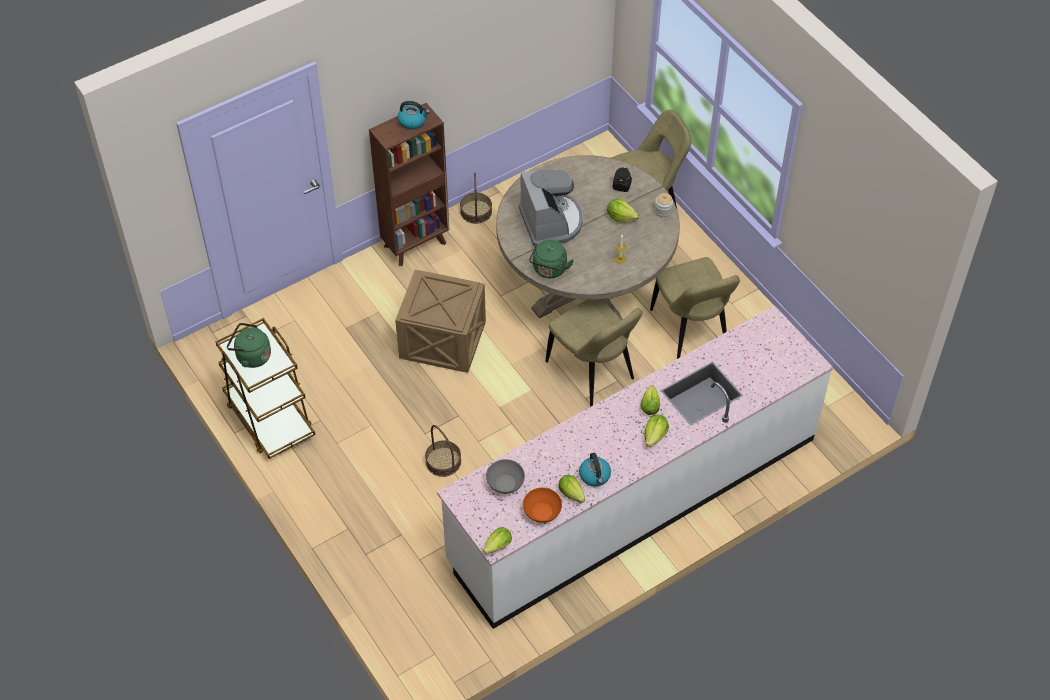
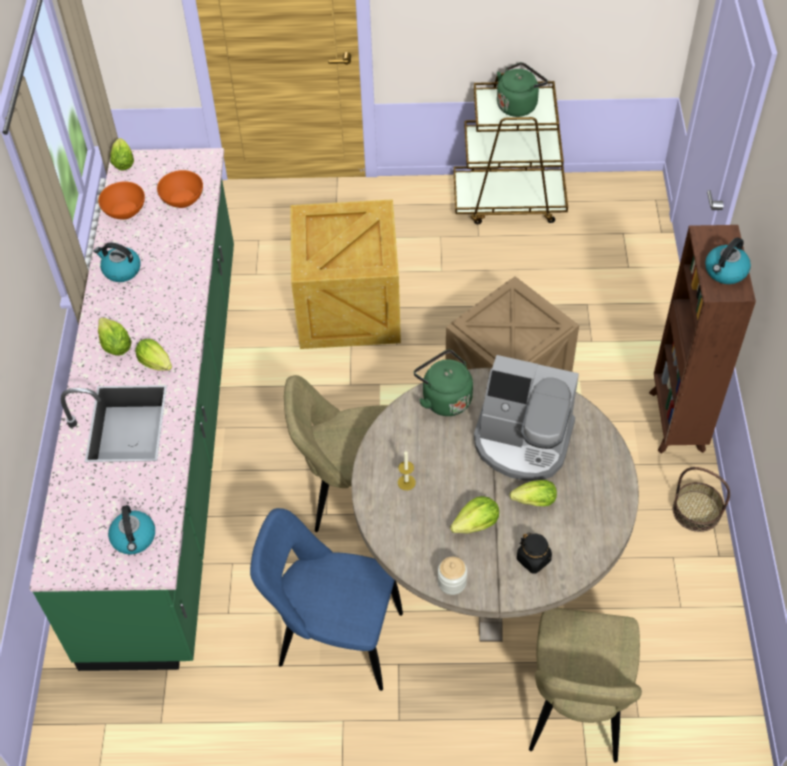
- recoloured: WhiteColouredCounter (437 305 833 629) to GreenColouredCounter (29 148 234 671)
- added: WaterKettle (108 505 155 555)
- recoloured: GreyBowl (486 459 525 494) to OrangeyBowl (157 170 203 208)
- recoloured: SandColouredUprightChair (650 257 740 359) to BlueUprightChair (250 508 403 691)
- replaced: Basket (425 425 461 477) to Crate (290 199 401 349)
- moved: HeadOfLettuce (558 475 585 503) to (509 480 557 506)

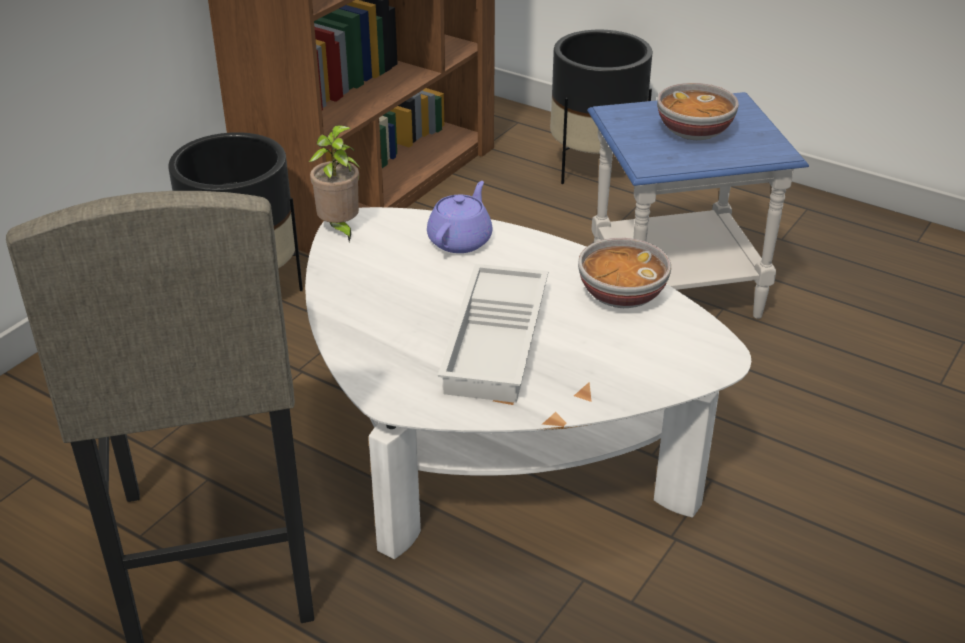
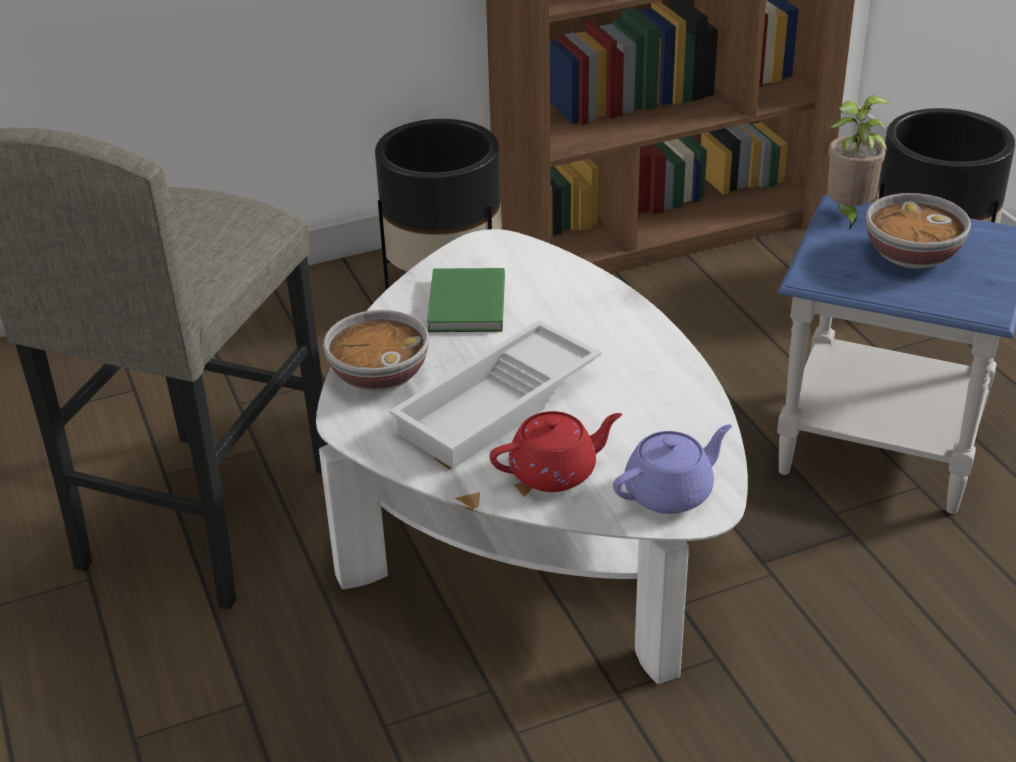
- moved: Bowl (578 238 671 308) to (323 310 429 391)
- added: GreenColouredVolume (427 268 505 332)
- added: RedColouredPotForTea (489 411 622 492)
- moved: PurplePotForTea (427 181 492 253) to (613 424 732 514)
- moved: Houseplant (309 125 361 242) to (827 96 890 230)

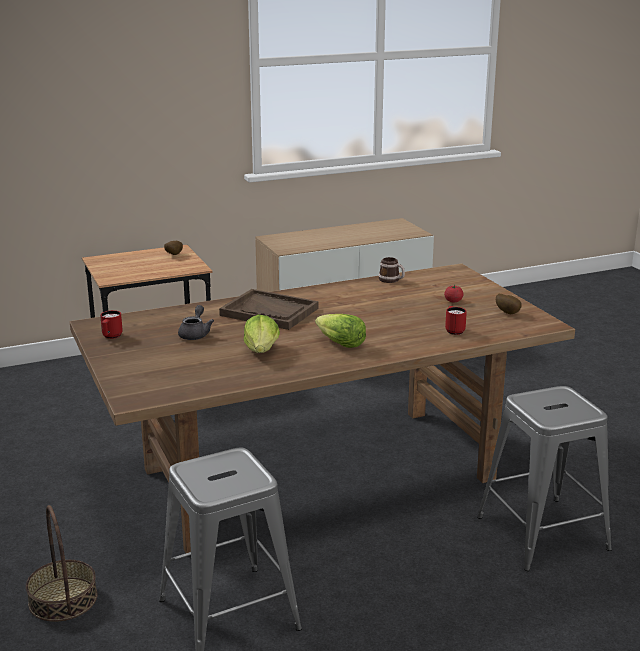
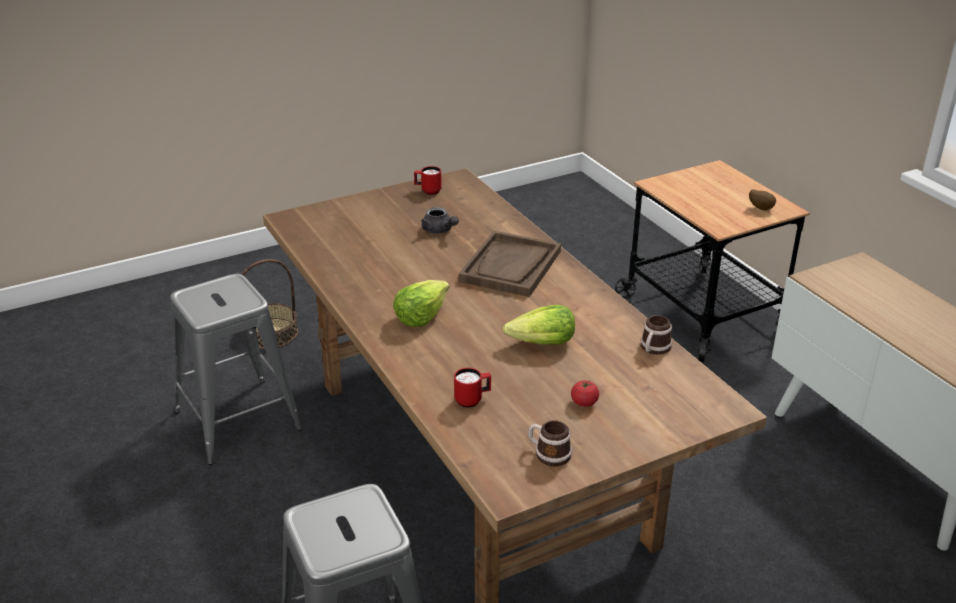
- turned: GreyPotForTea (178 305 214 340) = (421 207 459 234) 45 degrees clockwise
- moved: HeadOfLettuce (244 314 280 353) to (503 305 575 344)
- replaced: WholePotato (496 294 522 314) to CoffeeMug (528 420 572 467)

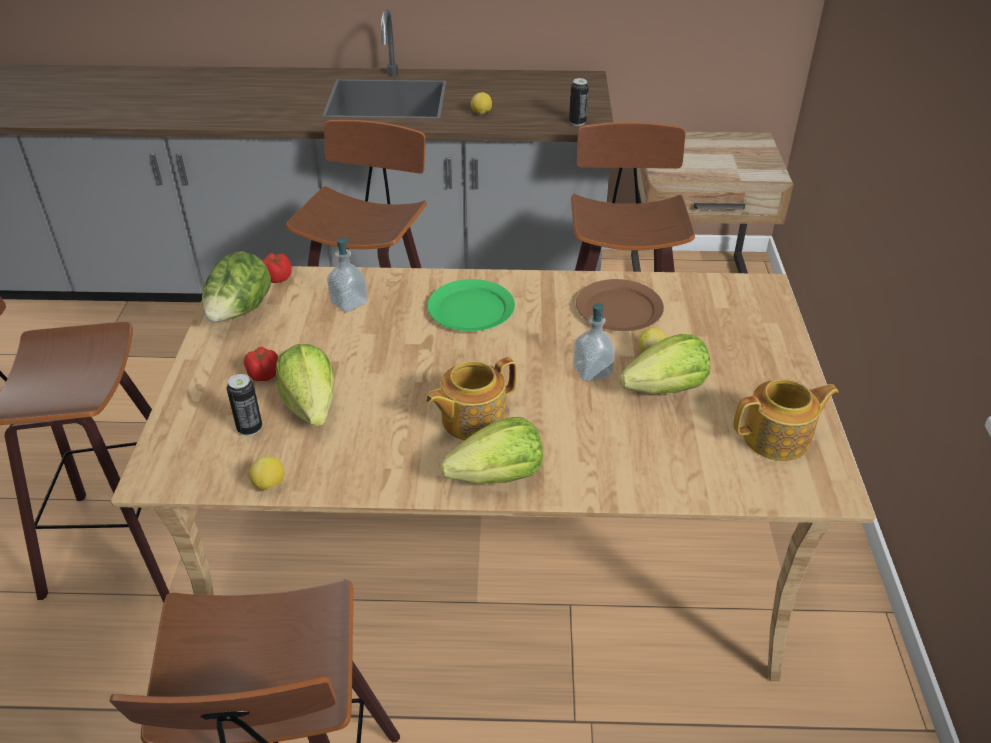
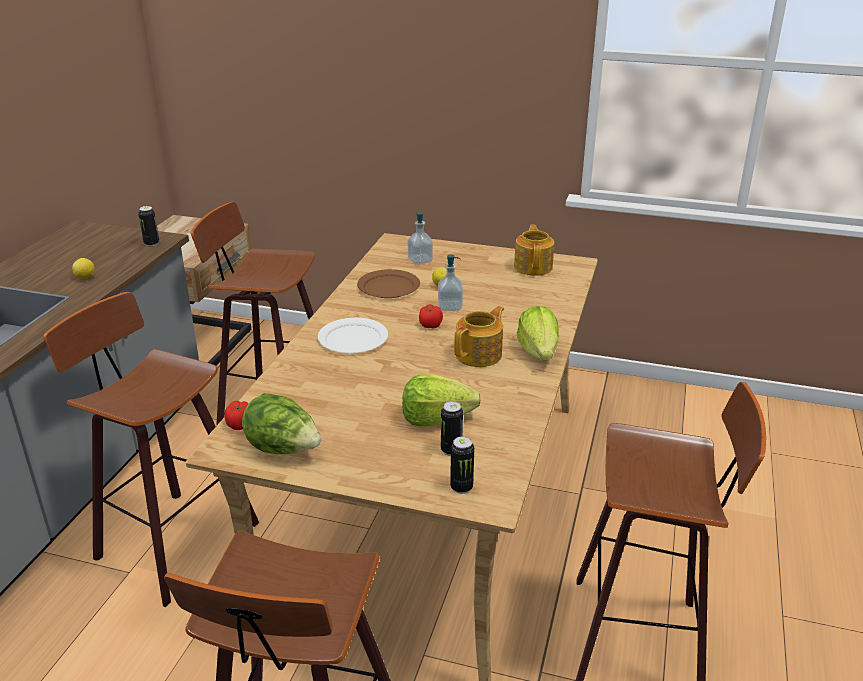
- recoloured: GreenColouredDinnerPlate (427 279 515 331) to WhiteColouredDinnerPlate (318 318 388 353)
- moved: SoapBottle (327 238 368 312) to (407 212 433 265)
- moved: FreshTomato (244 346 278 382) to (419 304 443 328)
- added: Can (450 436 474 494)
- turned: PotForTea (425 357 517 441) = (454 306 504 367) 120 degrees counterclockwise
- removed: WholeLemon (249 456 284 491)
- removed: HeadOfLettuce (620 334 710 394)

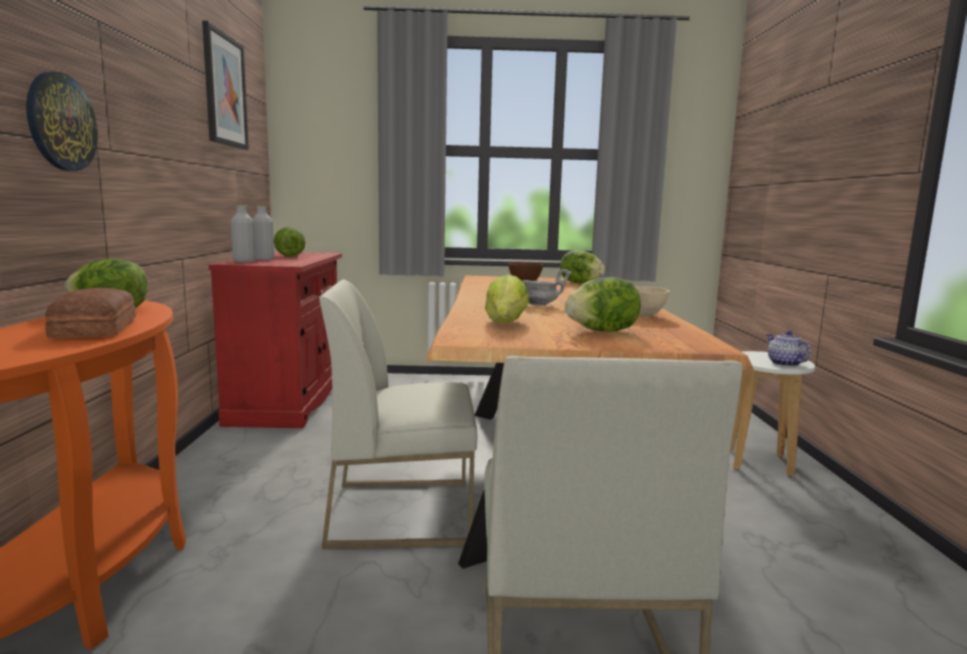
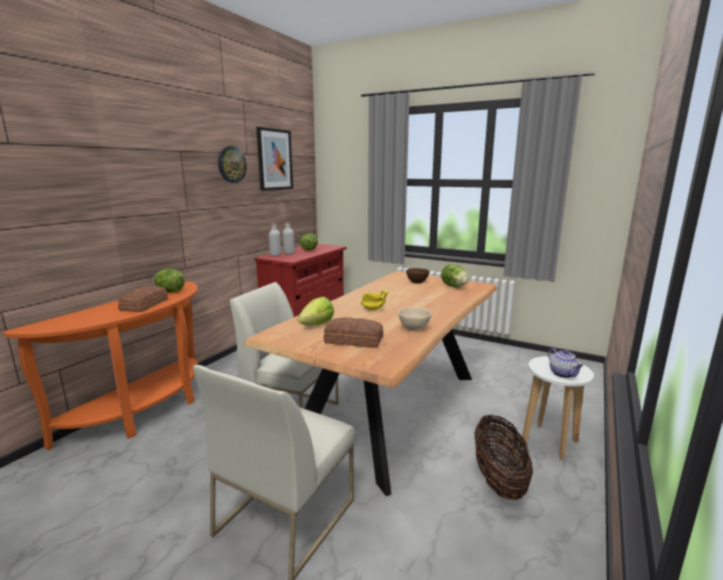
- moved: WallClock (26 72 98 171) to (218 146 247 183)
- replaced: HeadOfLettuce (565 277 641 332) to BakeryBread (324 317 383 348)
- recoloured: GreyBowl (523 269 572 306) to YellowColouredBowl (361 290 389 311)
- added: Basket (474 414 533 500)
- turned: PotForTea (766 331 812 367) = (548 348 584 378) 150 degrees clockwise

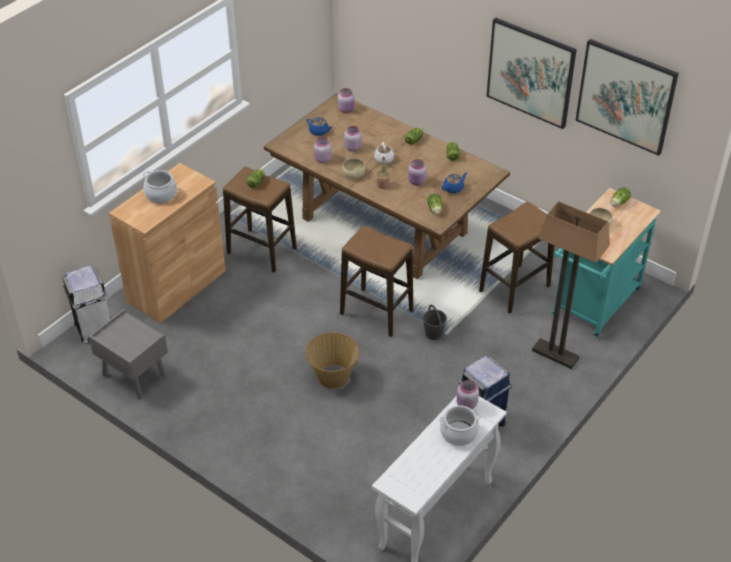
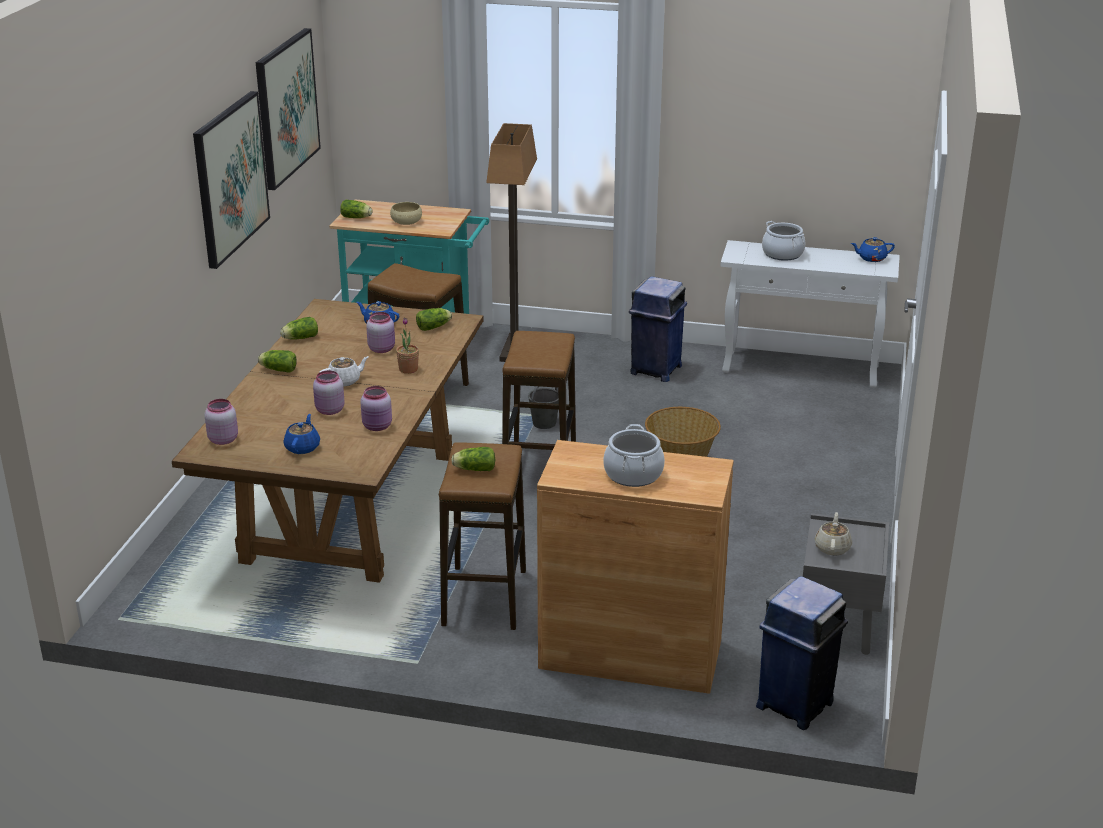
- recoloured: WhiteColouredWasteBin (63 265 110 344) to BlueWasteBin (756 576 848 730)
- added: SandColouredPotForTea (815 512 852 555)
- added: BluePotForTea (851 237 895 262)
- removed: SandColouredBowl (342 158 366 179)
- removed: PinkishPreserveJar (457 380 479 409)

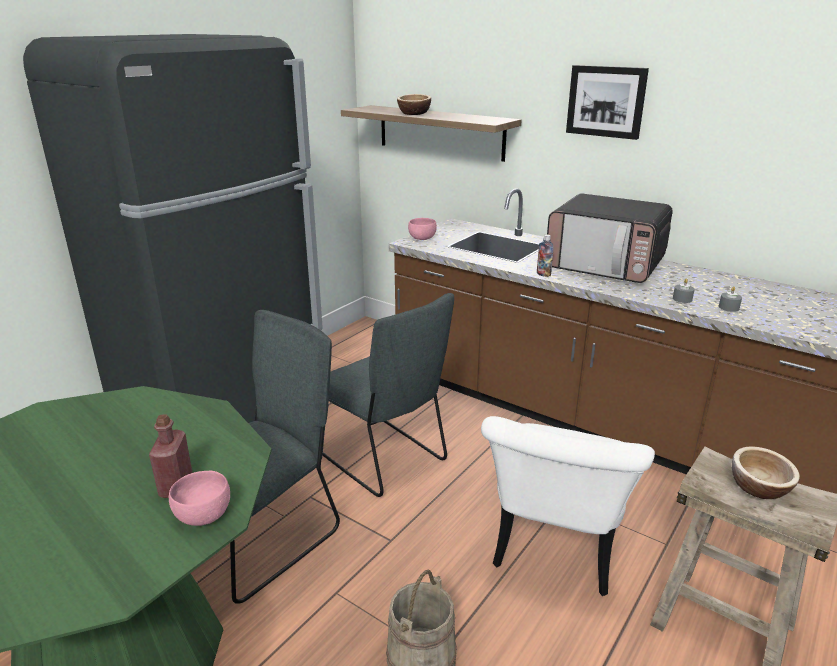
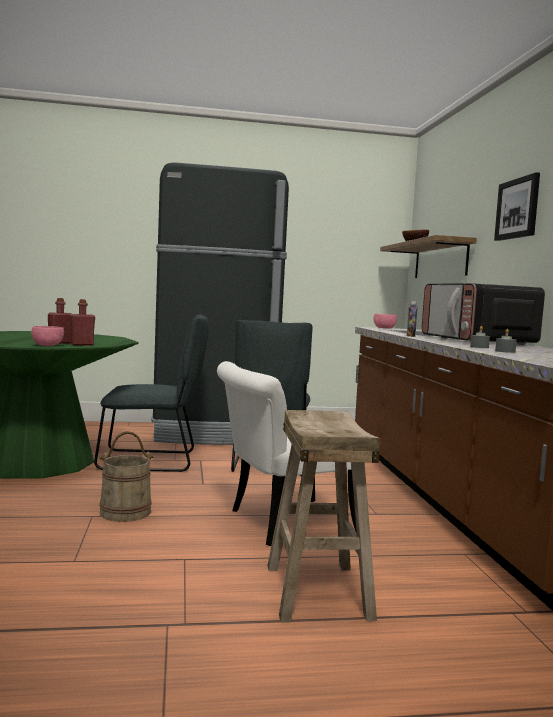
- added: RedColouredBeverageBottle (70 299 95 346)
- removed: Bowl (732 447 800 499)

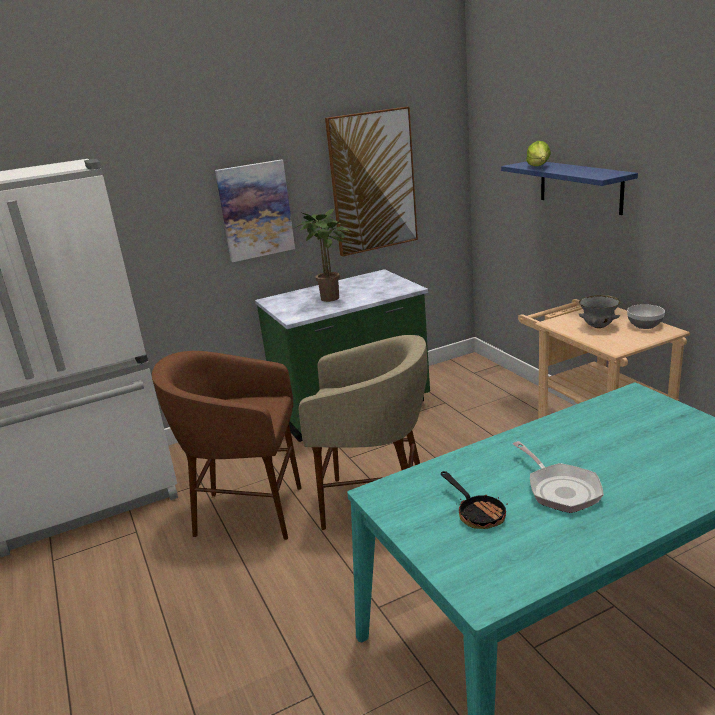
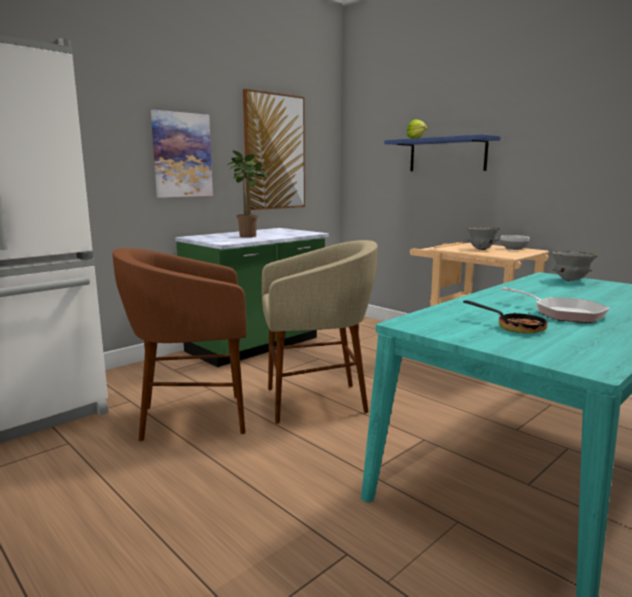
- added: GreyBowl (551 251 598 281)

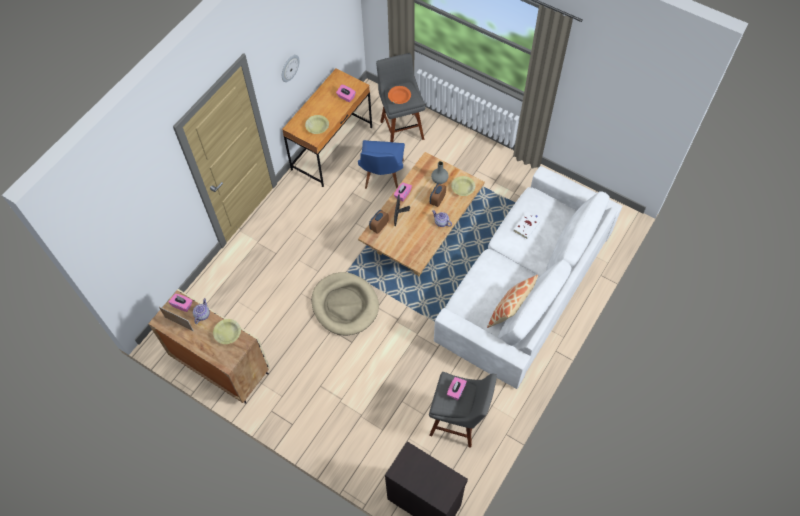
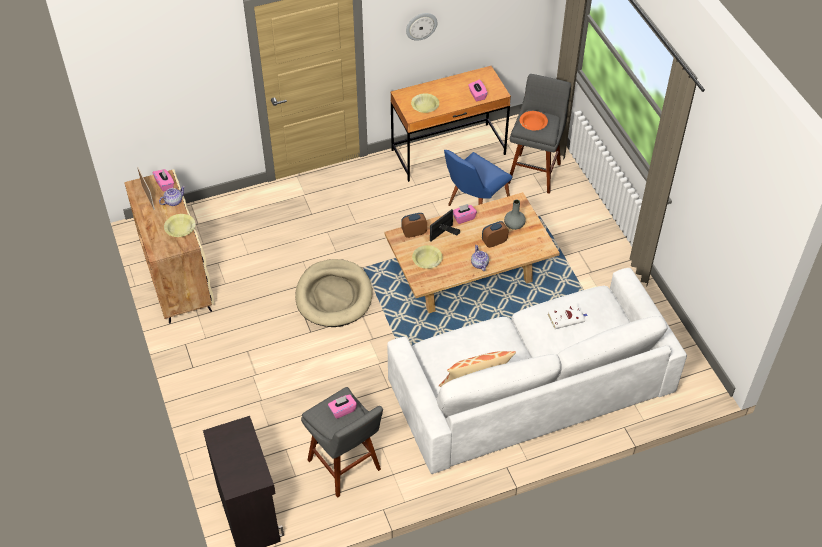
- moved: YellowColouredBowl (451 176 475 196) to (412 245 442 269)

